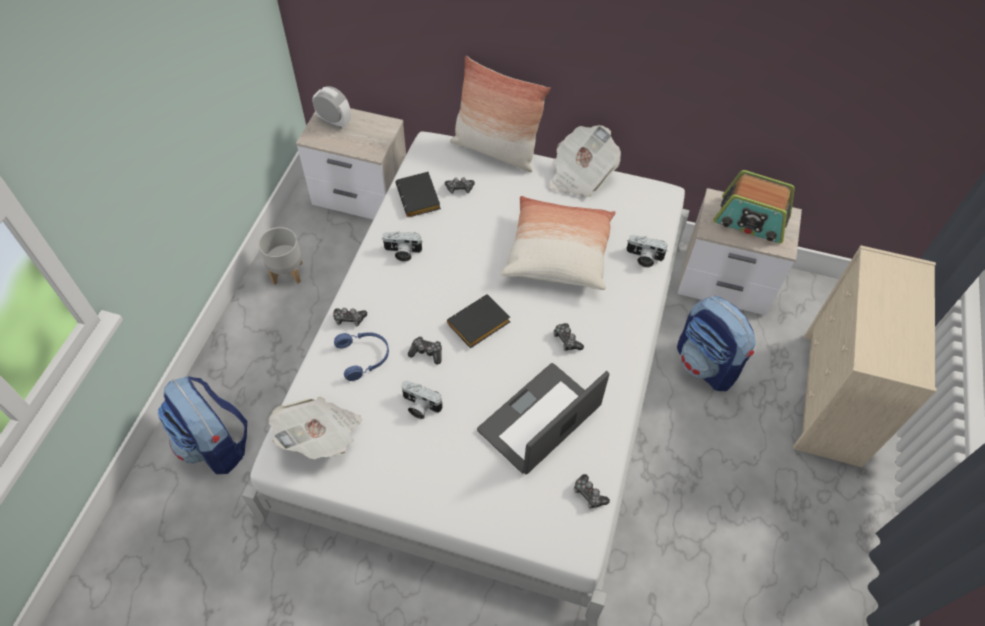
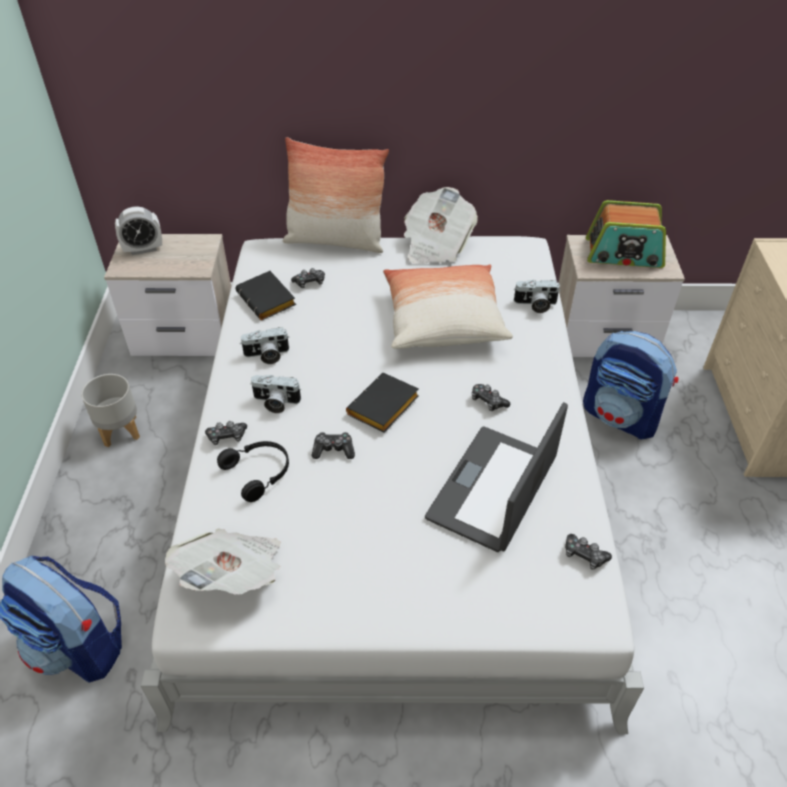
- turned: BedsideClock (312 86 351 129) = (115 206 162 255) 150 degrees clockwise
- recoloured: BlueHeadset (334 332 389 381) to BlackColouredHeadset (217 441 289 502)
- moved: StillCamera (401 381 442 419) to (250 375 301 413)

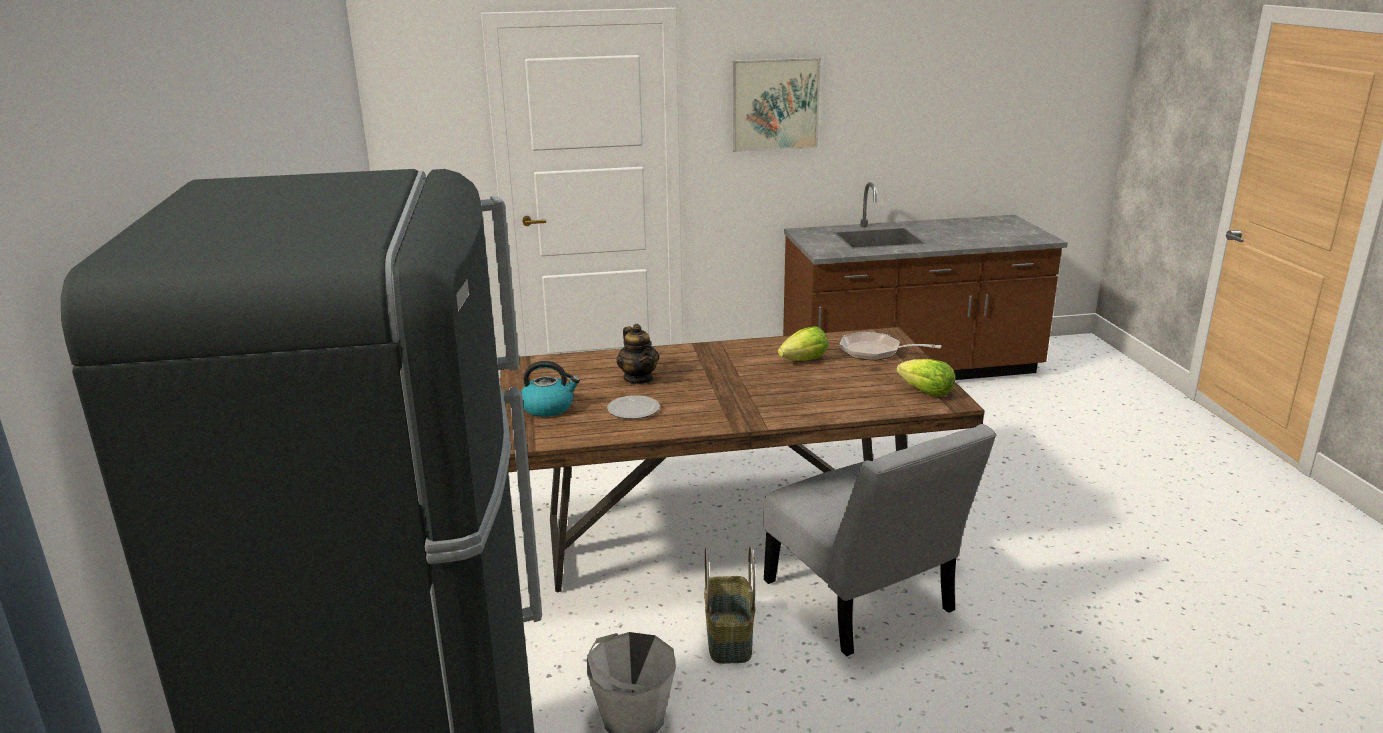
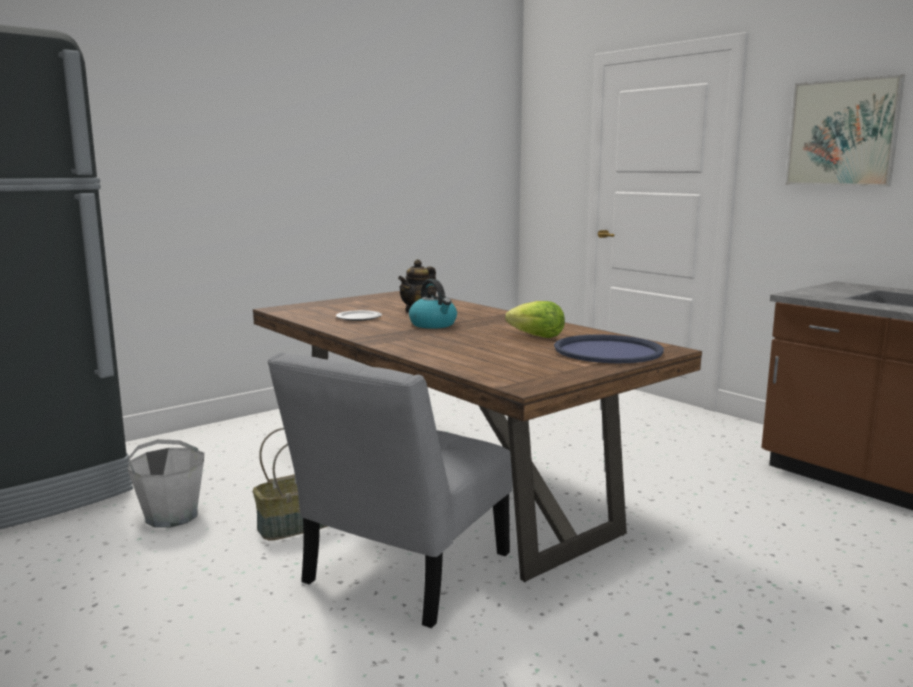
- moved: WaterKettle (521 361 580 417) to (409 279 457 329)
- replaced: Skillet (840 332 941 361) to BlueCarryingTray (554 334 664 363)
- removed: HeadOfLettuce (896 359 955 397)

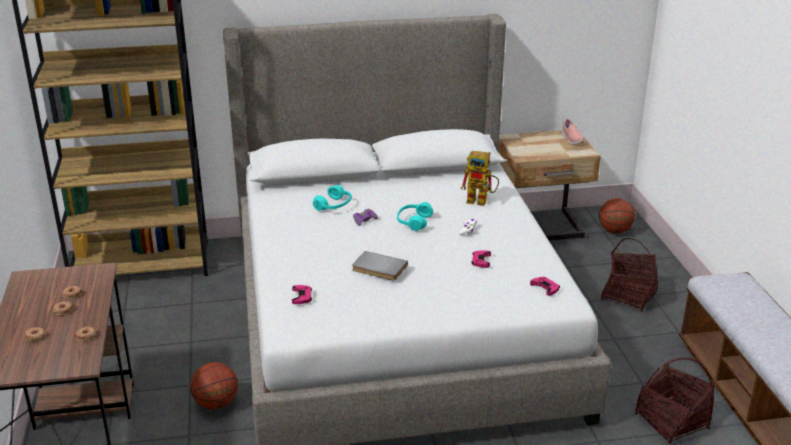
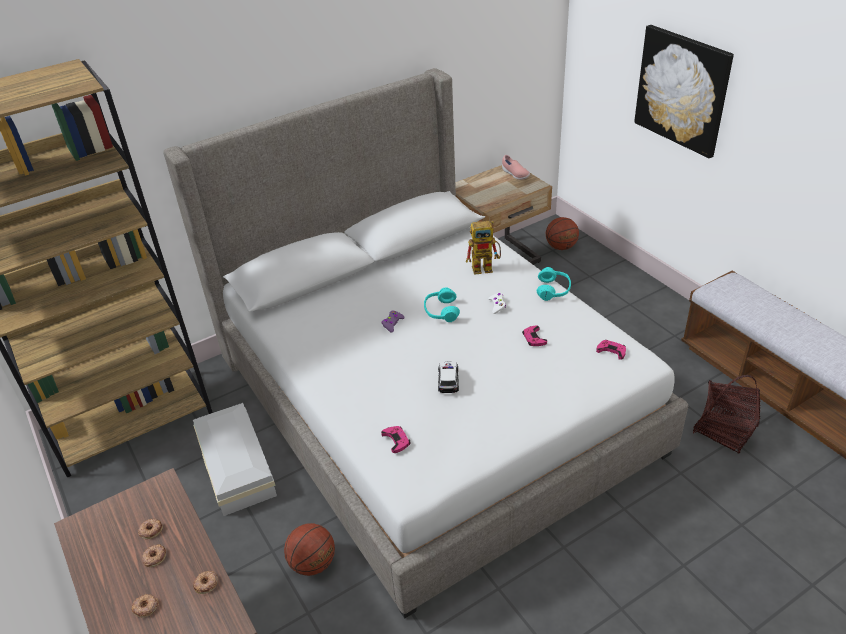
- added: WhiteColouredStorageContainer (193 403 277 516)
- replaced: GreyVolume (352 251 408 281) to ModelCar (438 361 459 393)
- moved: BlueGreenHeadset (313 185 352 211) to (537 267 571 301)
- added: WallPicture (634 25 734 158)
- removed: Basket (601 238 658 312)

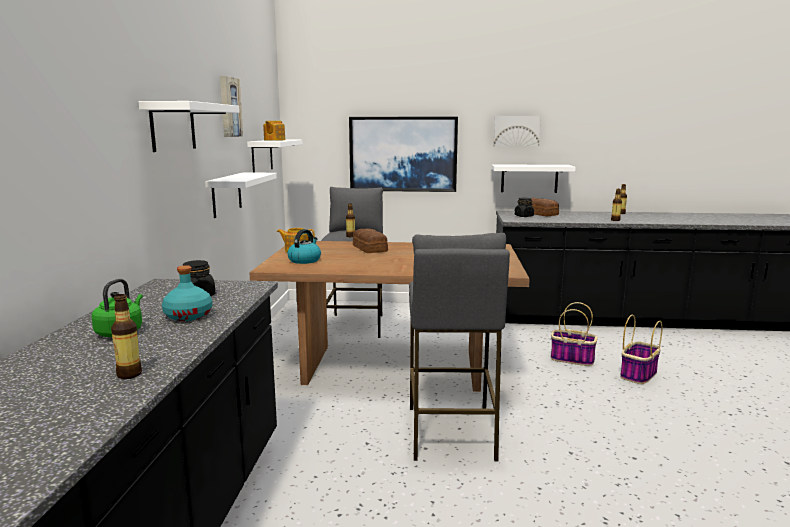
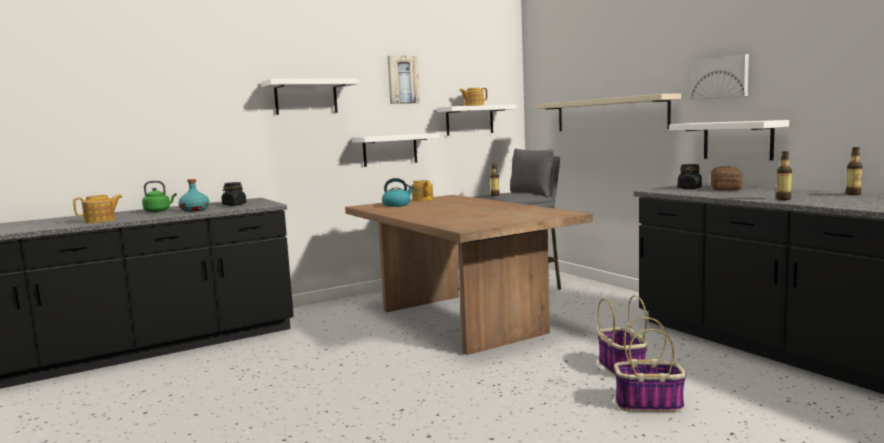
- replaced: BeverageBottle (111 294 142 379) to PotForTea (73 195 122 223)
- replaced: WallPicture (349 117 458 192) to SandColouredShelf (535 93 681 131)
- removed: BakeryBread (353 228 388 253)
- removed: GreySittingStool (409 233 510 462)

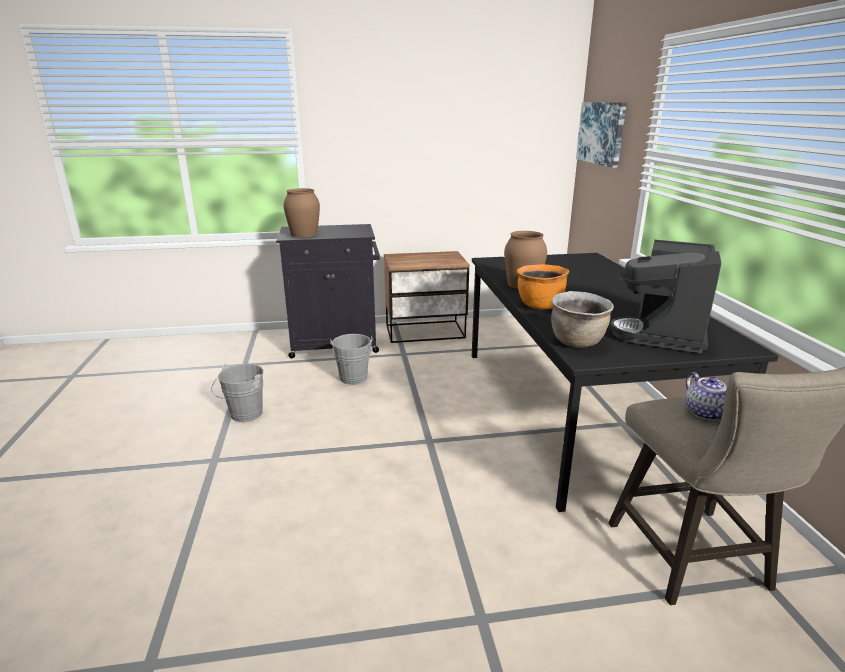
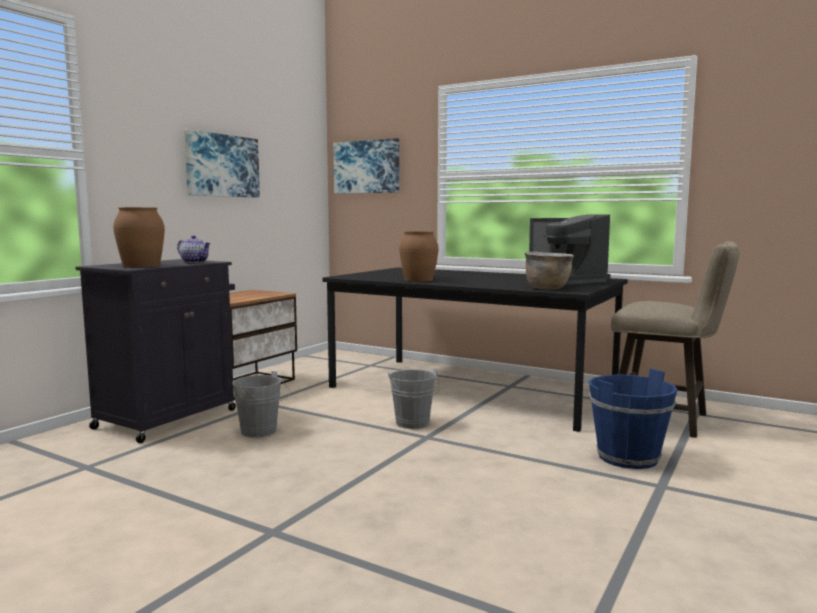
- moved: PotForTea (686 372 727 420) to (177 235 211 263)
- added: WallPicture (184 129 260 198)
- moved: GreyBucket (211 363 263 422) to (388 368 440 429)
- added: BlueBucket (589 368 678 469)
- removed: OrangeyCookingPot (517 264 569 309)

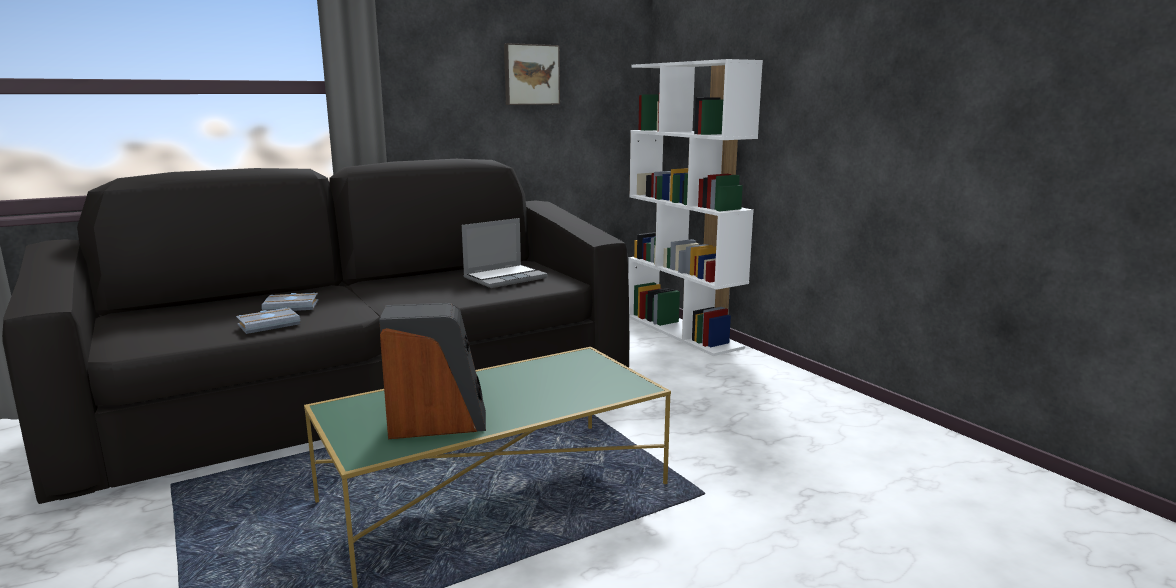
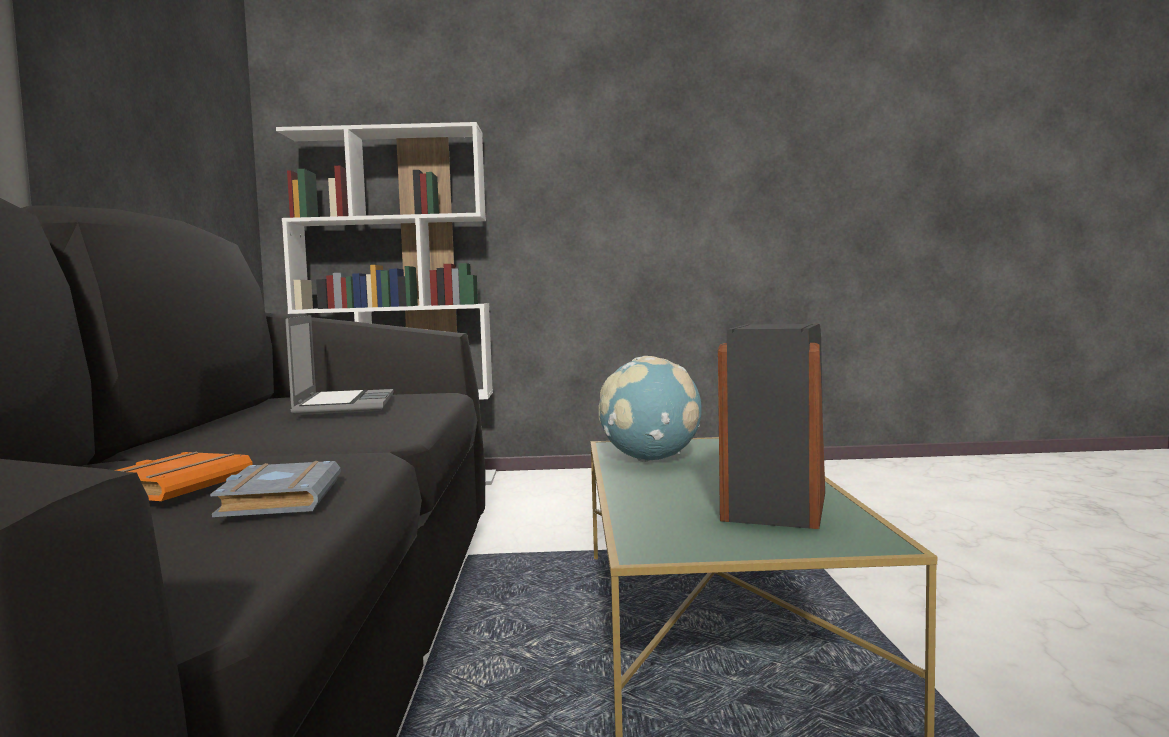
- recoloured: GreyVolume (262 293 319 311) to OrangeyVolume (116 451 253 501)
- added: DeskGlobe (598 356 702 462)
- removed: WallPicture (504 43 560 105)

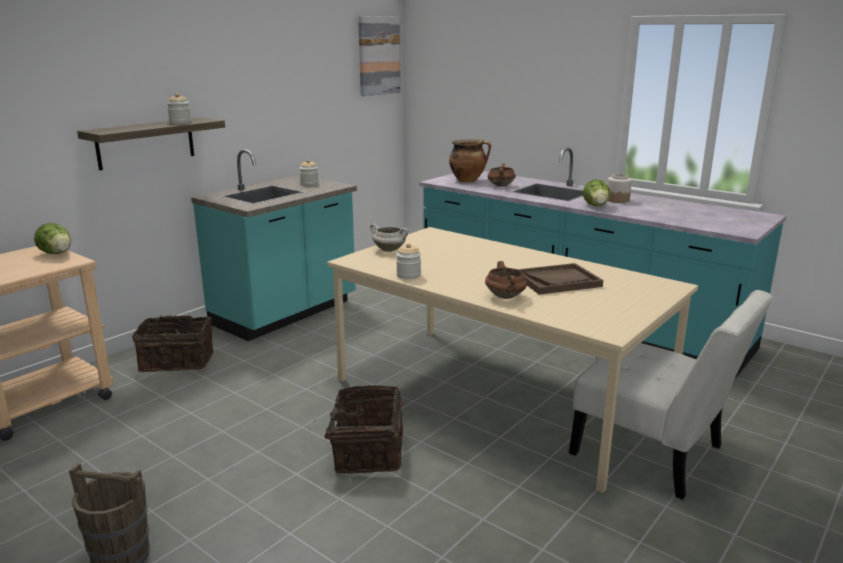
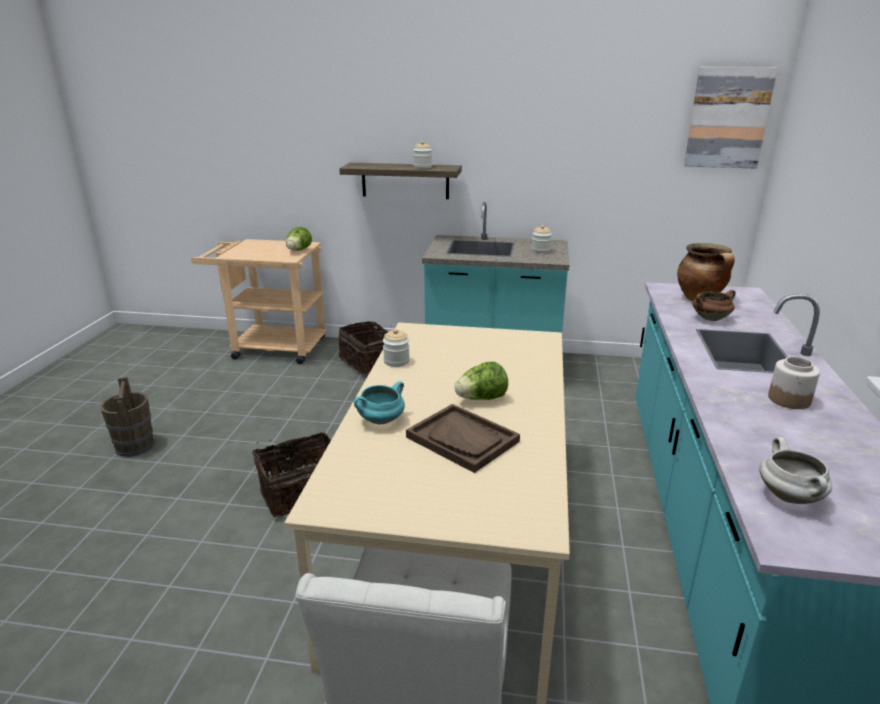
- recoloured: BrownColouredCookingPot (485 261 527 299) to BlueGreenCookingPot (354 381 405 424)
- moved: HeadOfLettuce (583 179 610 206) to (455 362 508 400)
- moved: WhiteColouredCookingPot (370 224 408 252) to (759 437 832 504)

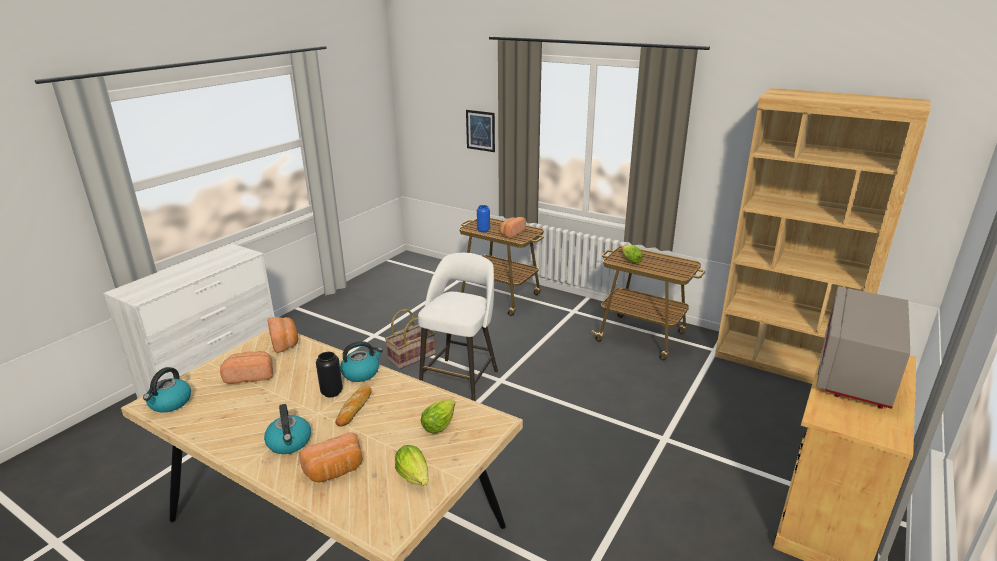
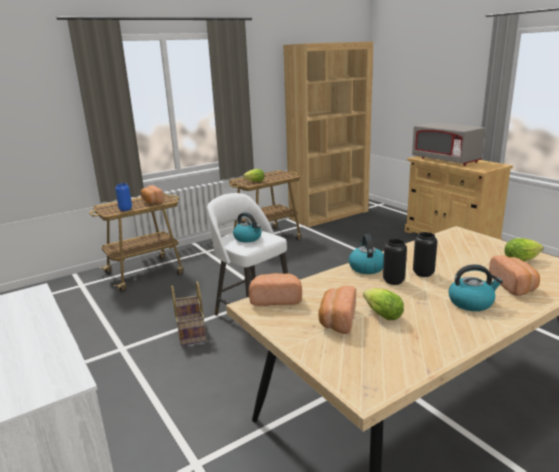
- moved: WaterKettle (143 367 191 413) to (233 212 262 243)
- moved: HeadOfLettuce (421 399 455 433) to (363 288 404 320)
- replaced: BakeryBread (335 385 372 427) to BlackColouredDecorativeVase (413 232 437 277)
- removed: WallPicture (466 110 495 152)

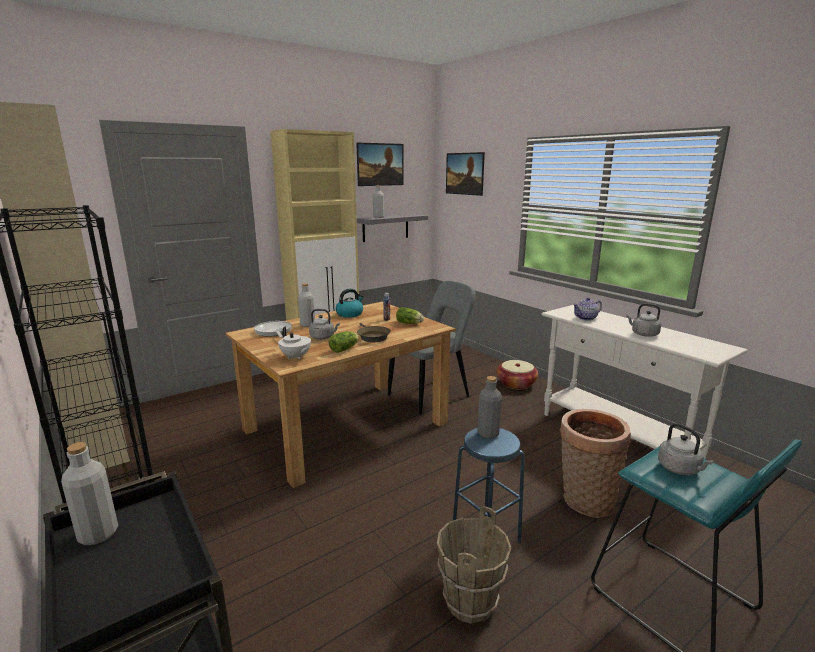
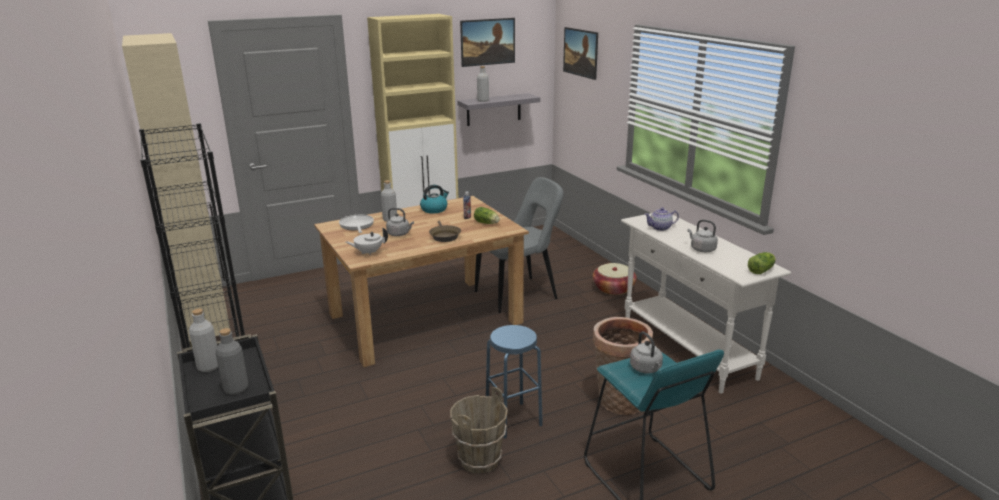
- moved: GreyBeverageBottle (477 376 502 439) to (216 328 248 395)
- turned: WhiteColouredPotForTea (278 326 311 359) = (346 227 388 255) 105 degrees clockwise
- moved: HeadOfLettuce (329 331 359 353) to (748 252 776 274)

